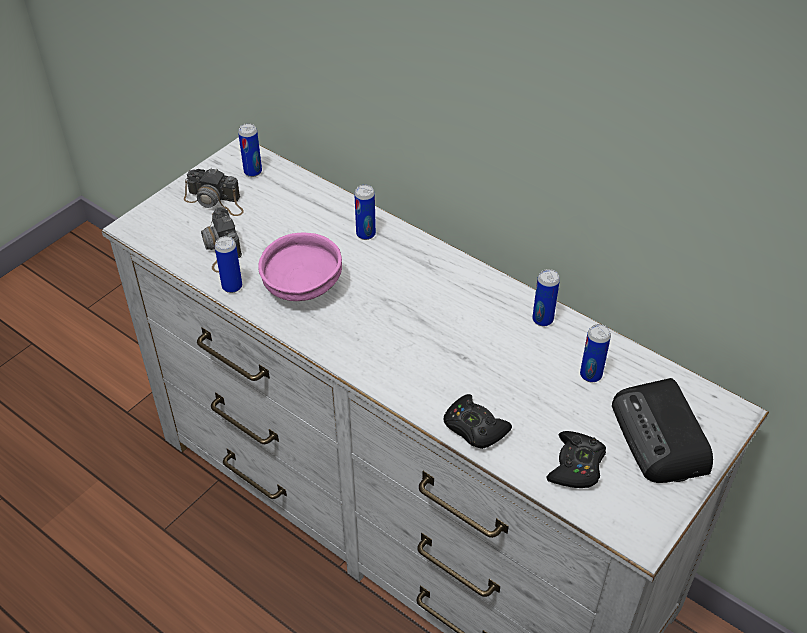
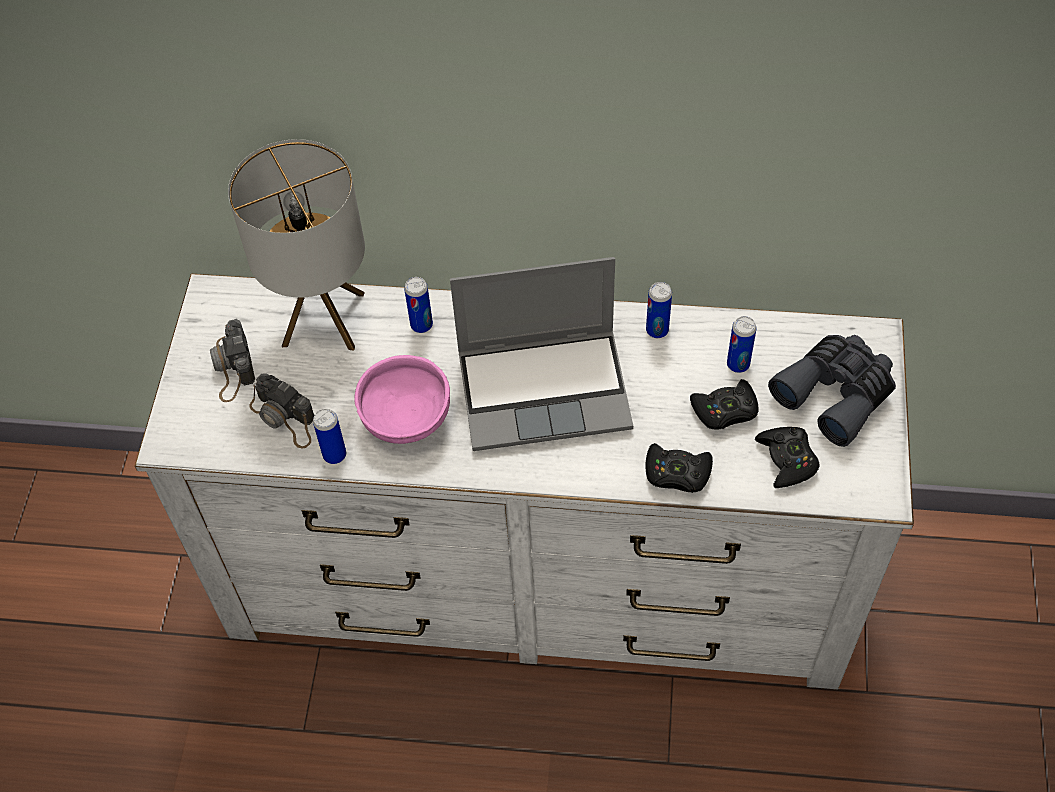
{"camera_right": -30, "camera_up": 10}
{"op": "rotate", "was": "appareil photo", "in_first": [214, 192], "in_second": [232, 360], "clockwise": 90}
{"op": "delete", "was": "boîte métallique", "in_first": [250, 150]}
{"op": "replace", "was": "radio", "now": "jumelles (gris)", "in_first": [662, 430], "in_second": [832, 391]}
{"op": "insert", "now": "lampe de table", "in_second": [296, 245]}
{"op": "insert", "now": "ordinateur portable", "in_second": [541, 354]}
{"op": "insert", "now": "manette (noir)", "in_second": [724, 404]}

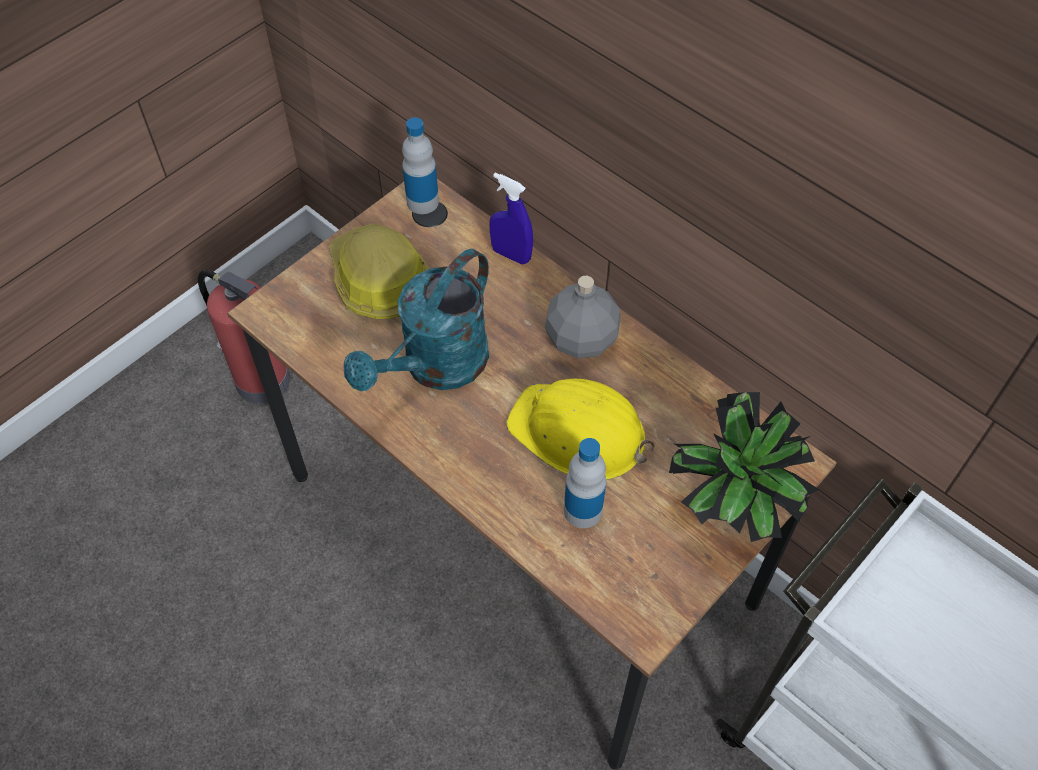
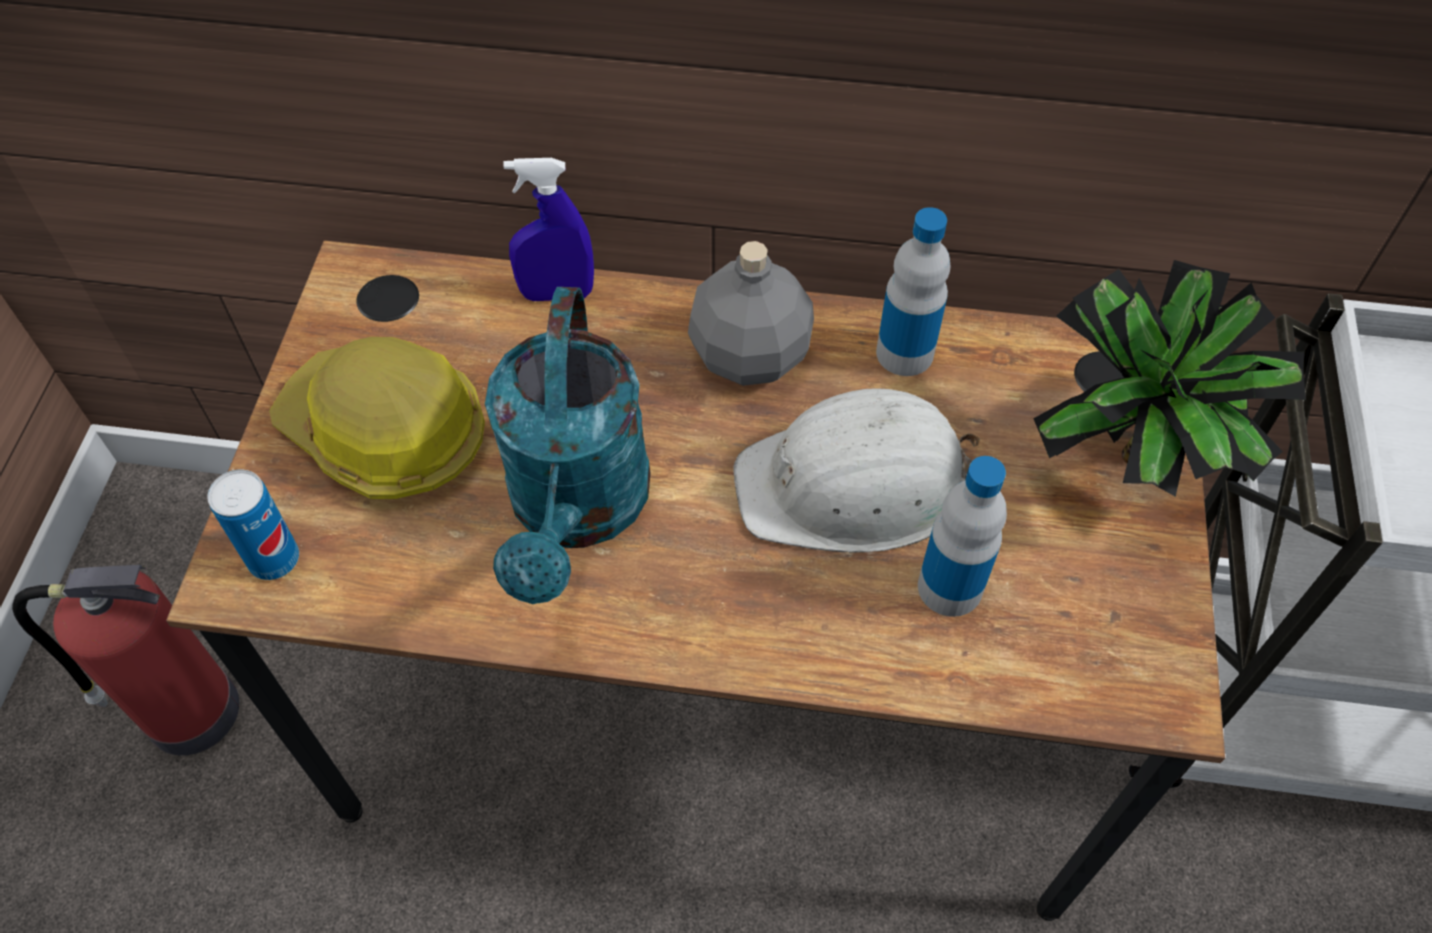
{"camera_right": -35, "camera_up": 0}
{"op": "move", "was": "bouteille", "in_first": [420, 165], "in_second": [913, 291]}
{"op": "recolor", "was": "casque de chantier (jaune)", "now": "casque de chantier (blanc)", "in_first": [581, 429], "in_second": [857, 470]}
{"op": "insert", "now": "boîte métallique", "in_second": [253, 524]}

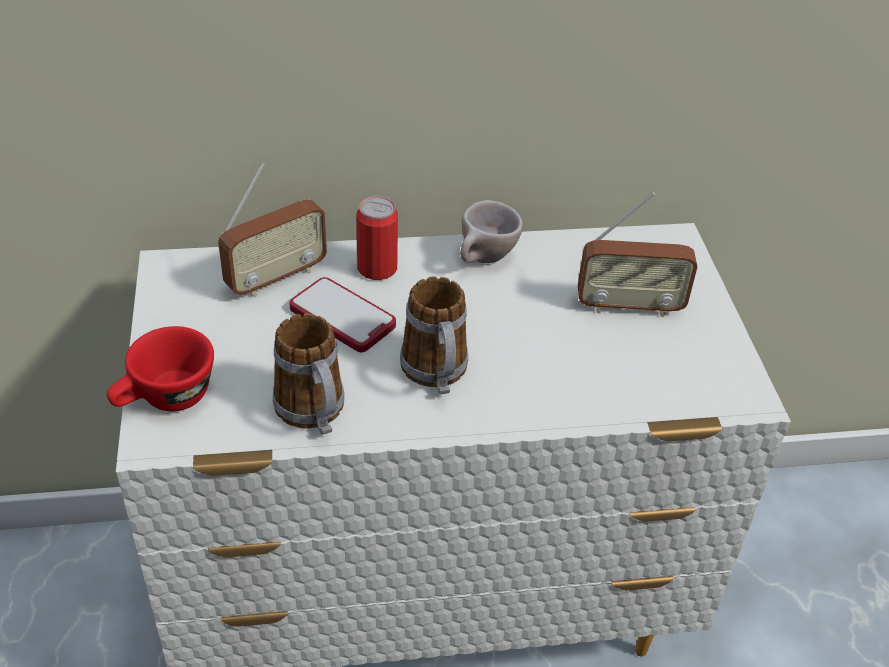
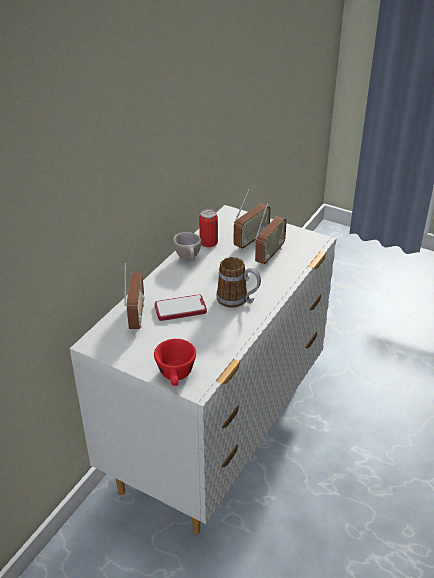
{"camera_right": -50, "camera_up": -5}
{"op": "delete", "was": "mug", "in_first": [308, 374]}
{"op": "move", "was": "boîte métallique", "in_first": [377, 238], "in_second": [208, 228]}
{"op": "insert", "now": "radio", "in_second": [271, 234]}

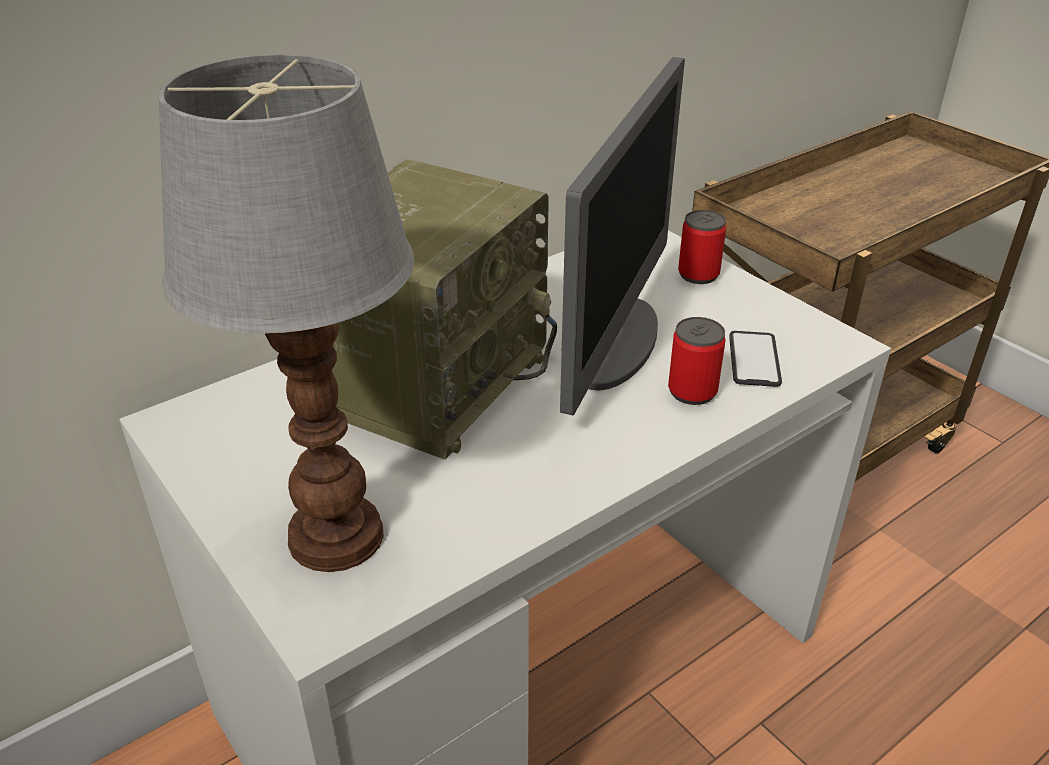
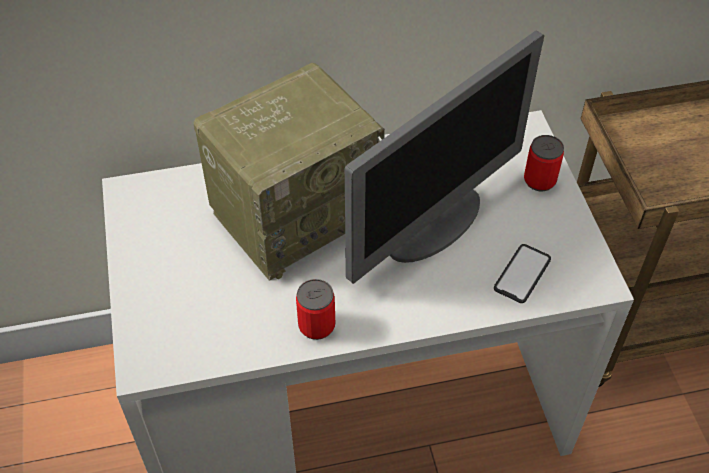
{"camera_right": 25, "camera_up": 15}
{"op": "delete", "was": "lampe de table", "in_first": [286, 313]}
{"op": "move", "was": "boîte métallique", "in_first": [696, 361], "in_second": [315, 309]}

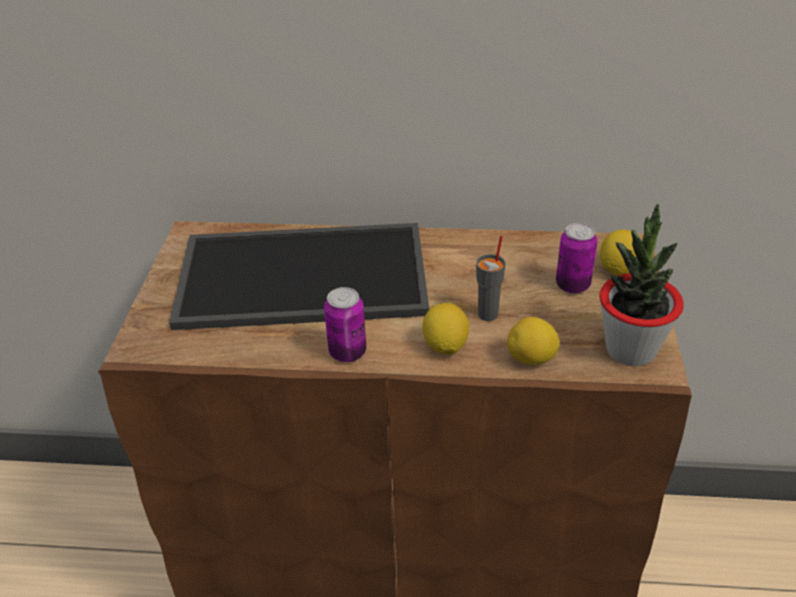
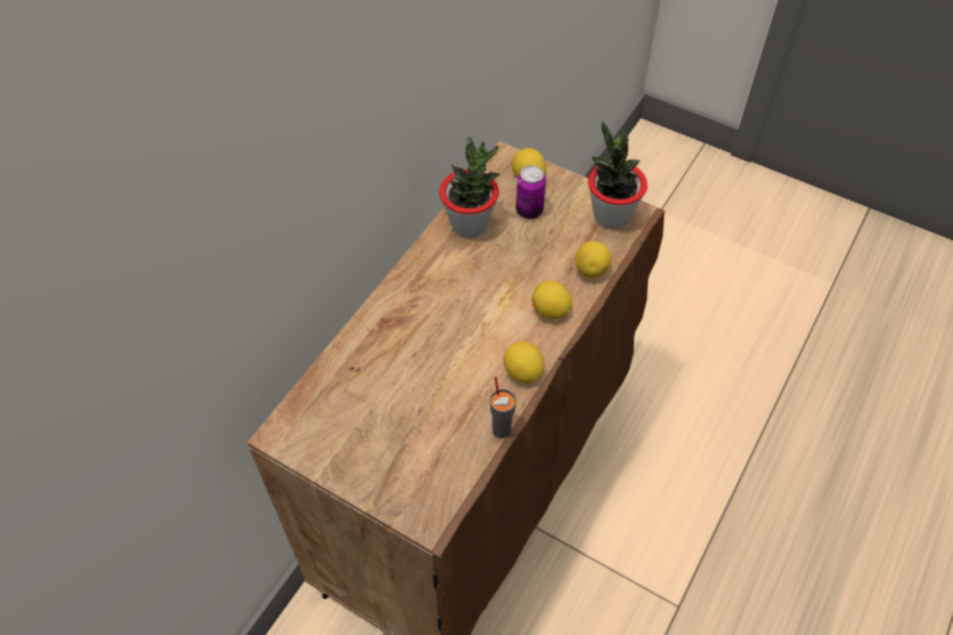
{"camera_right": -65, "camera_up": 15}
{"op": "delete", "was": "plateau", "in_first": [299, 276]}
{"op": "replace", "was": "boîte métallique", "now": "citron", "in_first": [345, 324], "in_second": [523, 362]}
{"op": "move", "was": "tasse (gris)", "in_first": [491, 278], "in_second": [503, 407]}
{"op": "insert", "now": "plante en pot", "in_second": [469, 187]}

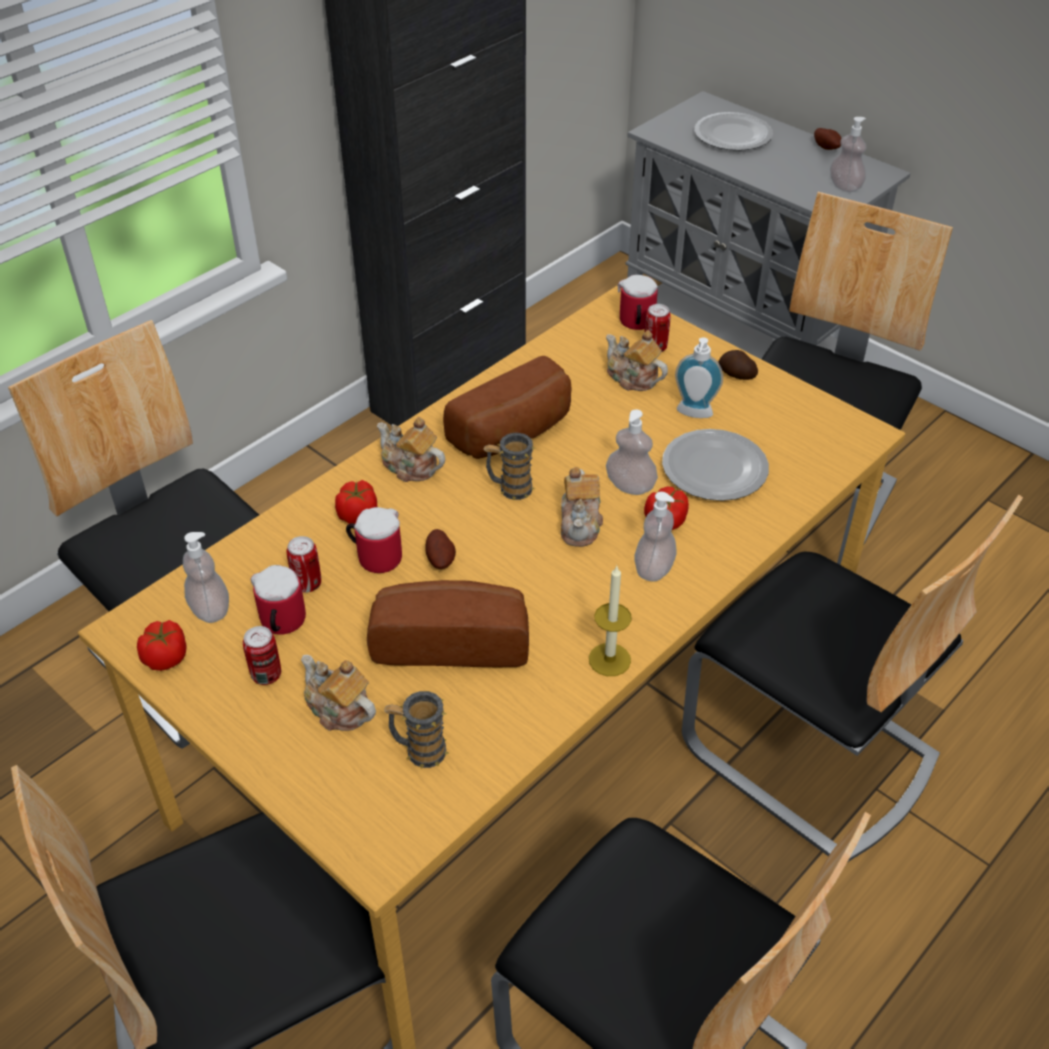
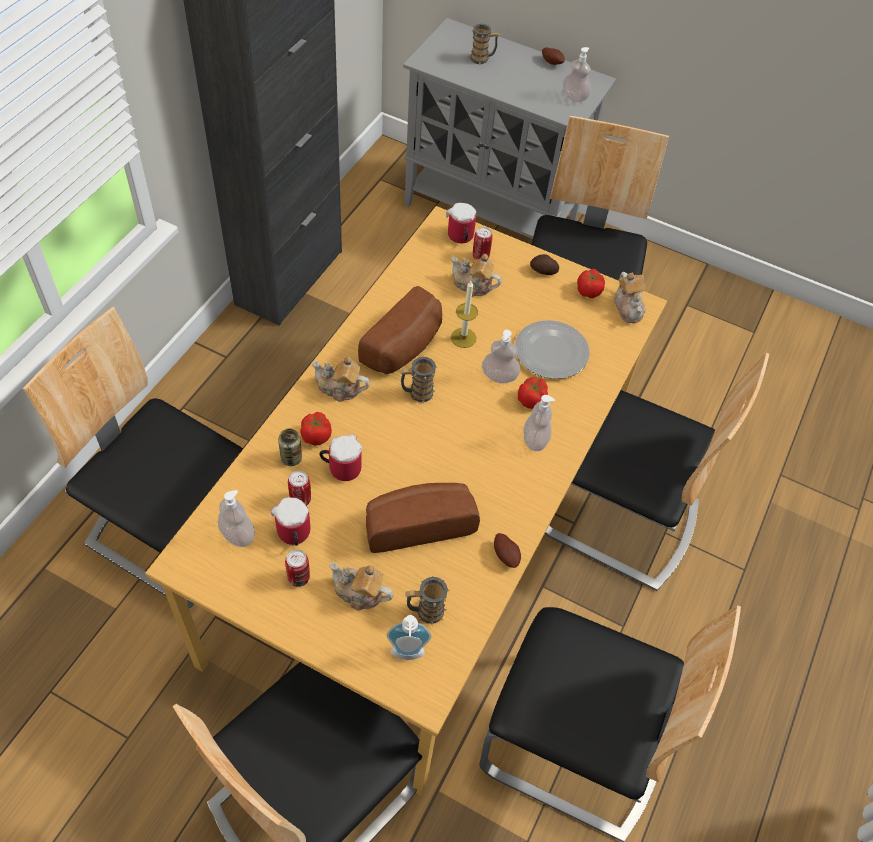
{"camera_right": -20, "camera_up": 10}
{"op": "move", "was": "tomate", "in_first": [162, 645], "in_second": [591, 283]}
{"op": "move", "was": "pomme de terre", "in_first": [441, 549], "in_second": [507, 550]}
{"op": "move", "was": "théière", "in_first": [582, 507], "in_second": [630, 297]}
{"op": "move", "was": "bougie", "in_first": [610, 621], "in_second": [464, 314]}
{"op": "move", "was": "distributeur de savon", "in_first": [699, 377], "in_second": [409, 637]}
{"op": "replace", "was": "assiette", "now": "mug", "in_first": [734, 131], "in_second": [484, 44]}
{"op": "insert", "now": "boîte métallique", "in_second": [290, 447]}

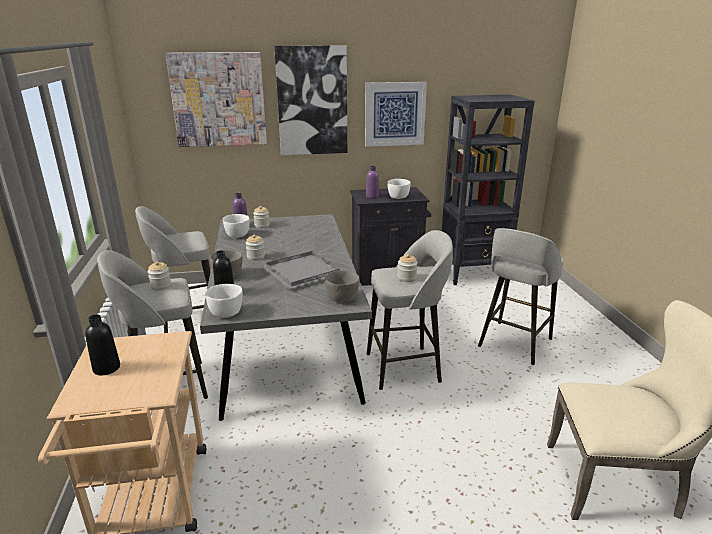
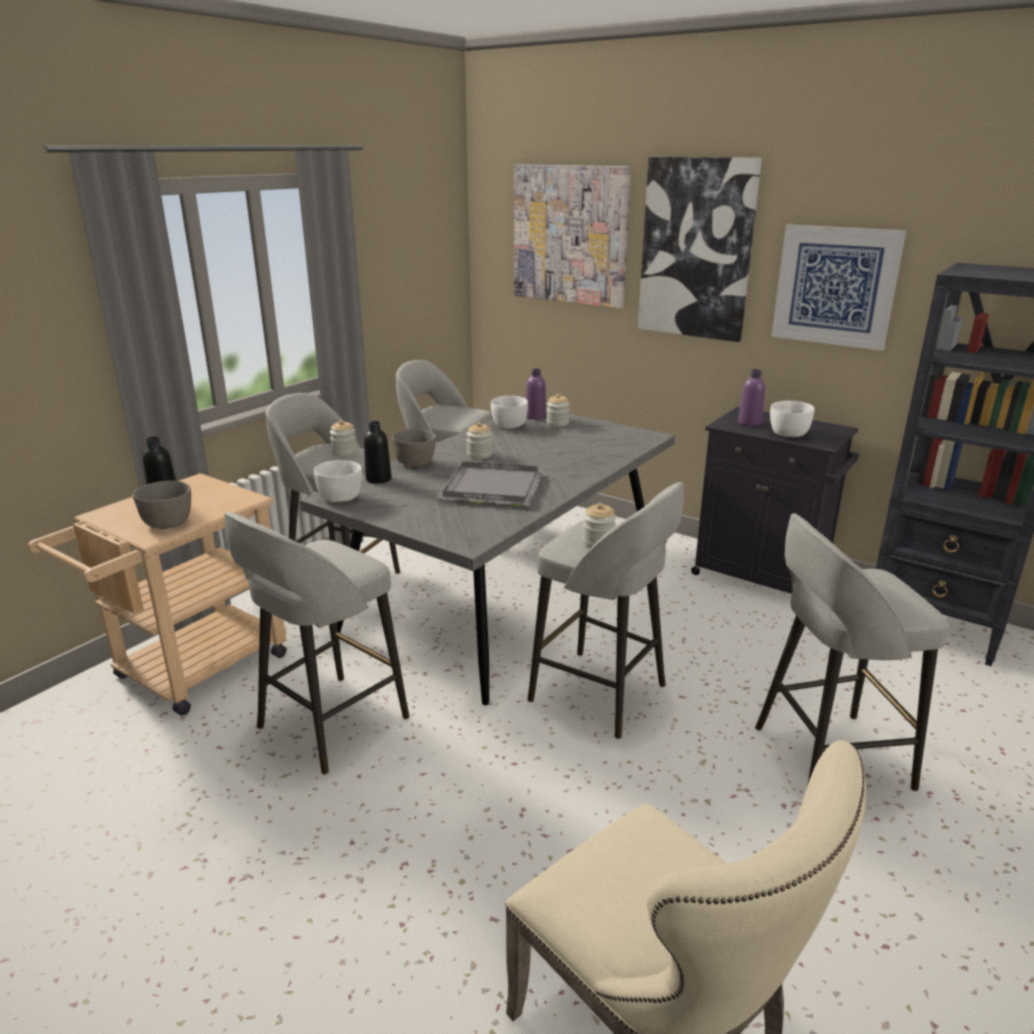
{"camera_right": 45, "camera_up": 0}
{"op": "move", "was": "bol (gris)", "in_first": [342, 286], "in_second": [161, 505]}
{"op": "insert", "now": "tabouret (gris)", "in_second": [317, 643]}

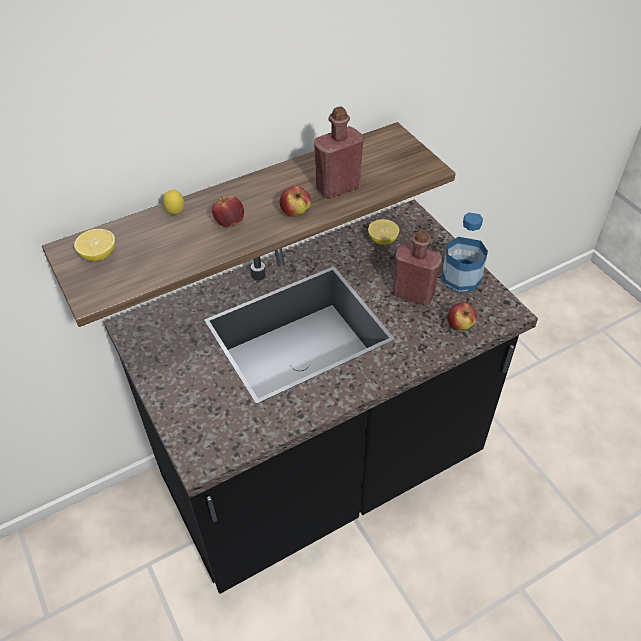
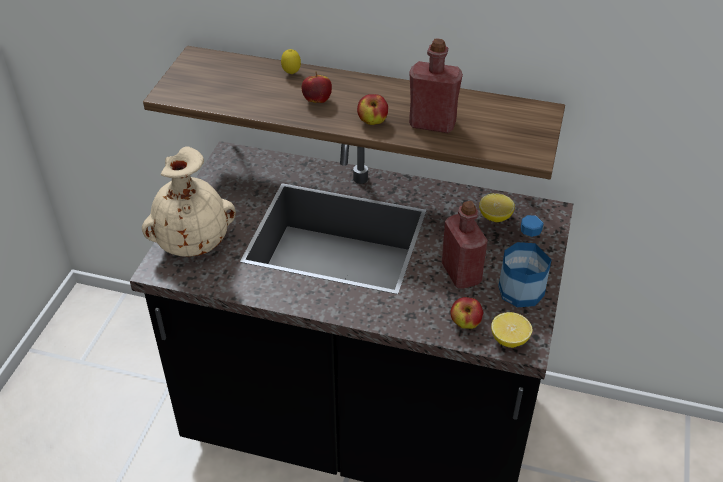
{"camera_right": 45, "camera_up": -5}
{"op": "move", "was": "citron", "in_first": [94, 245], "in_second": [511, 330]}
{"op": "insert", "now": "vase (beige)", "in_second": [189, 201]}

